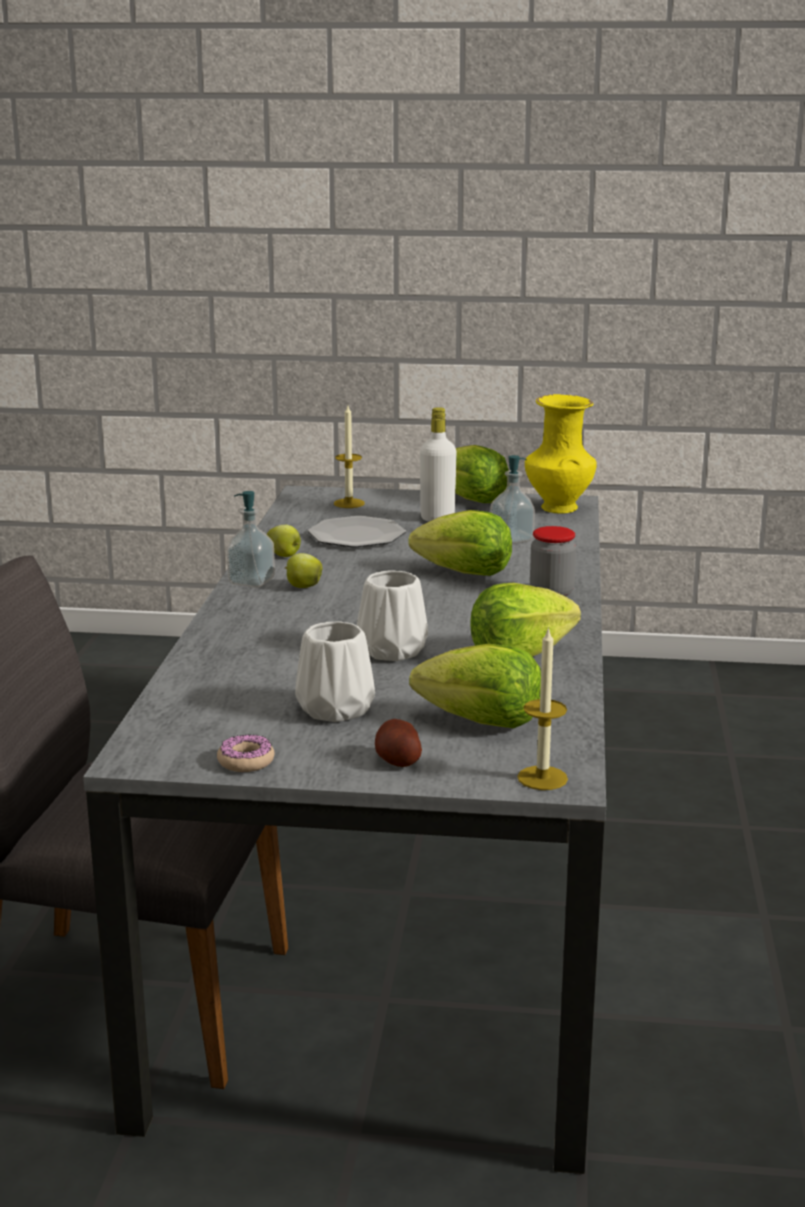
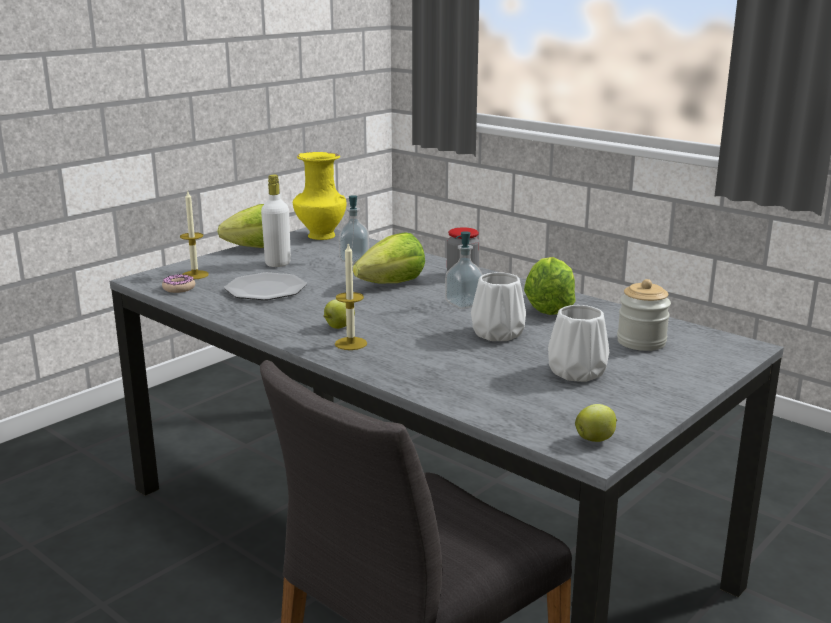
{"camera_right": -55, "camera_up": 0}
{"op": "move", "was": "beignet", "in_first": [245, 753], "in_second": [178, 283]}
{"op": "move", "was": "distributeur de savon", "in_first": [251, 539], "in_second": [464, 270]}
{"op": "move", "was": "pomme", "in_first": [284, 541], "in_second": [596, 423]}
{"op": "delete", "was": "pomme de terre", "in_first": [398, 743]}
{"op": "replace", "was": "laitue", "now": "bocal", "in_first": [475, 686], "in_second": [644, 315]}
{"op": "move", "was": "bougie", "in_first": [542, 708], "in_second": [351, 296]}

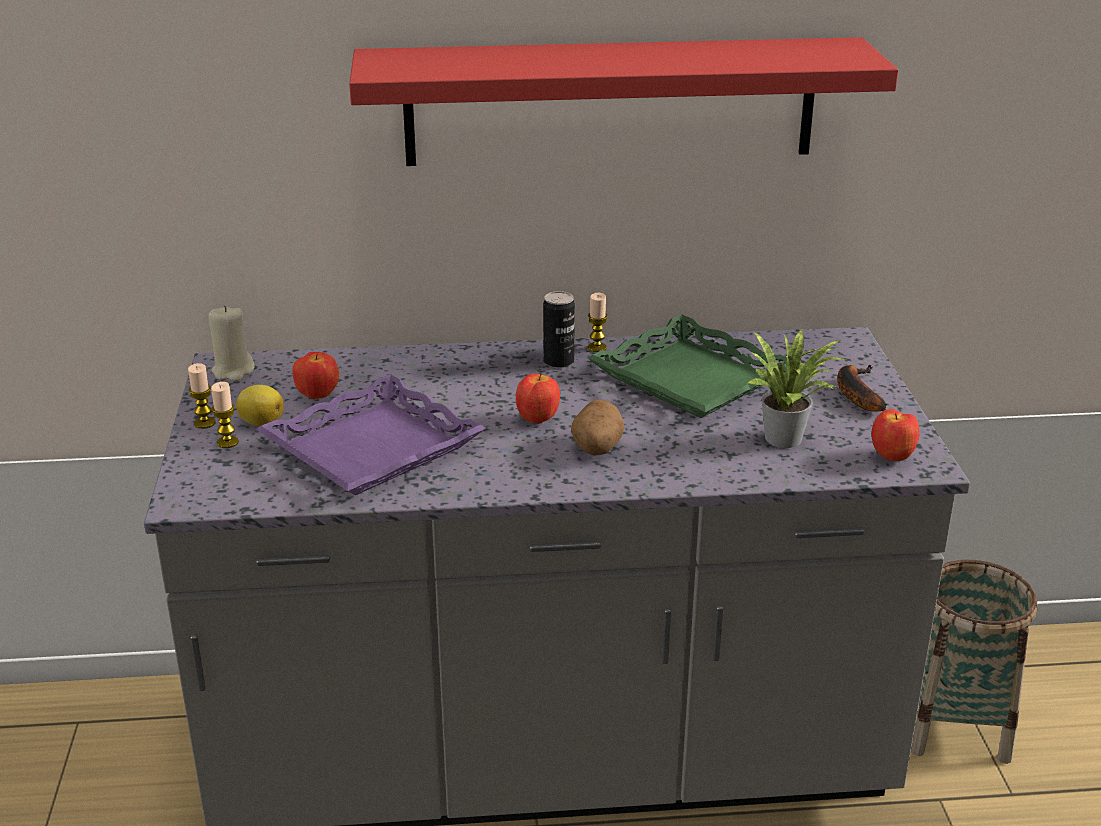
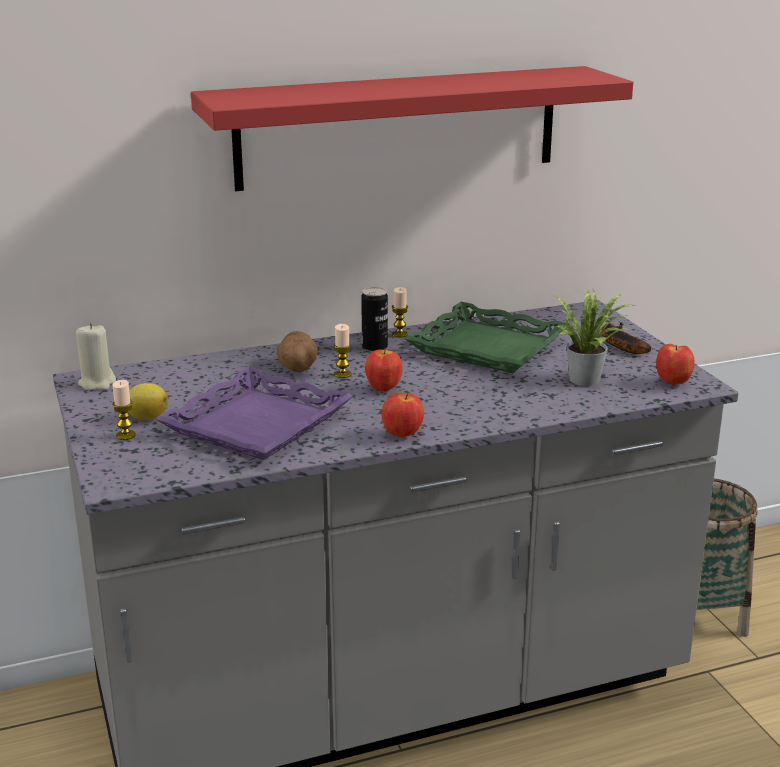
{"camera_right": -15, "camera_up": -5}
{"op": "move", "was": "bougie", "in_first": [202, 396], "in_second": [342, 351]}
{"op": "move", "was": "pomme", "in_first": [316, 375], "in_second": [403, 415]}
{"op": "move", "was": "pomme de terre", "in_first": [597, 427], "in_second": [297, 352]}

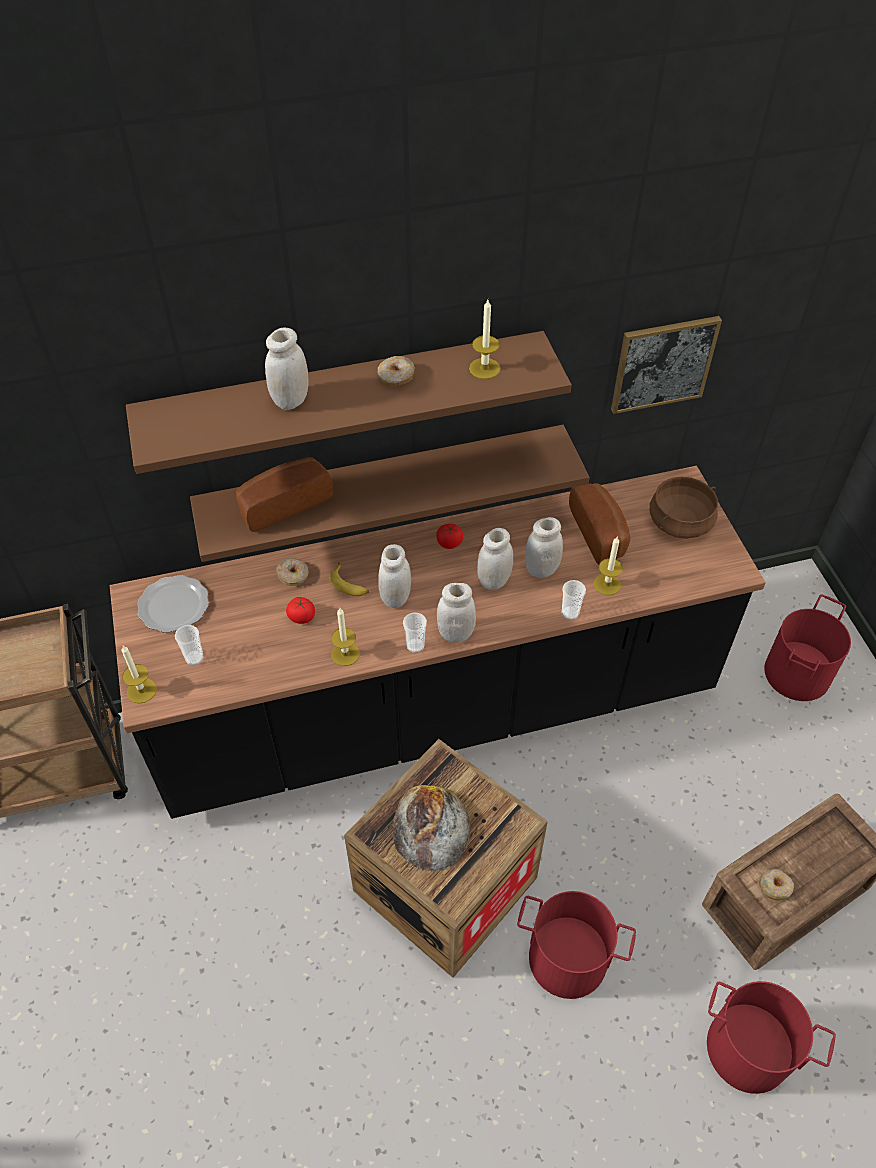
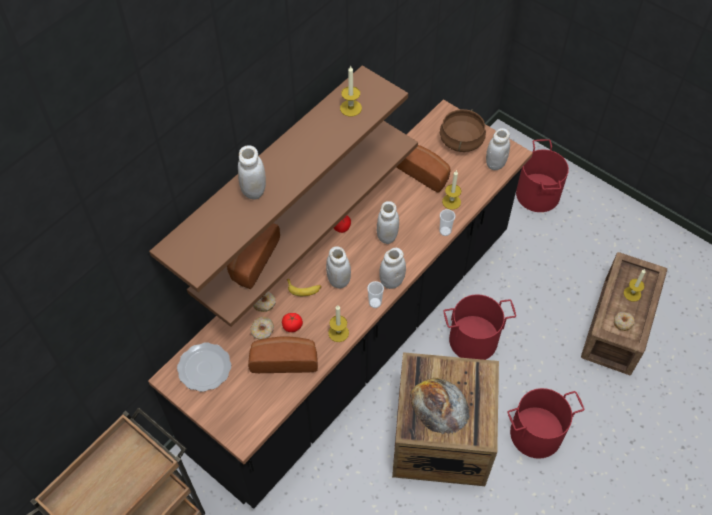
{"camera_right": -35, "camera_up": 5}
{"op": "move", "was": "bougie", "in_first": [139, 674], "in_second": [635, 285]}
{"op": "delete", "was": "tasse", "in_first": [189, 645]}
{"op": "move", "was": "beignet", "in_first": [396, 371], "in_second": [262, 328]}
{"op": "move", "was": "bocal (blanc)", "in_first": [544, 547], "in_second": [498, 149]}
{"op": "delete", "was": "tableau", "in_first": [666, 365]}
{"op": "move", "was": "seau (rouge)", "in_first": [771, 1037], "in_second": [480, 327]}
{"op": "insert", "now": "pain", "in_second": [283, 354]}

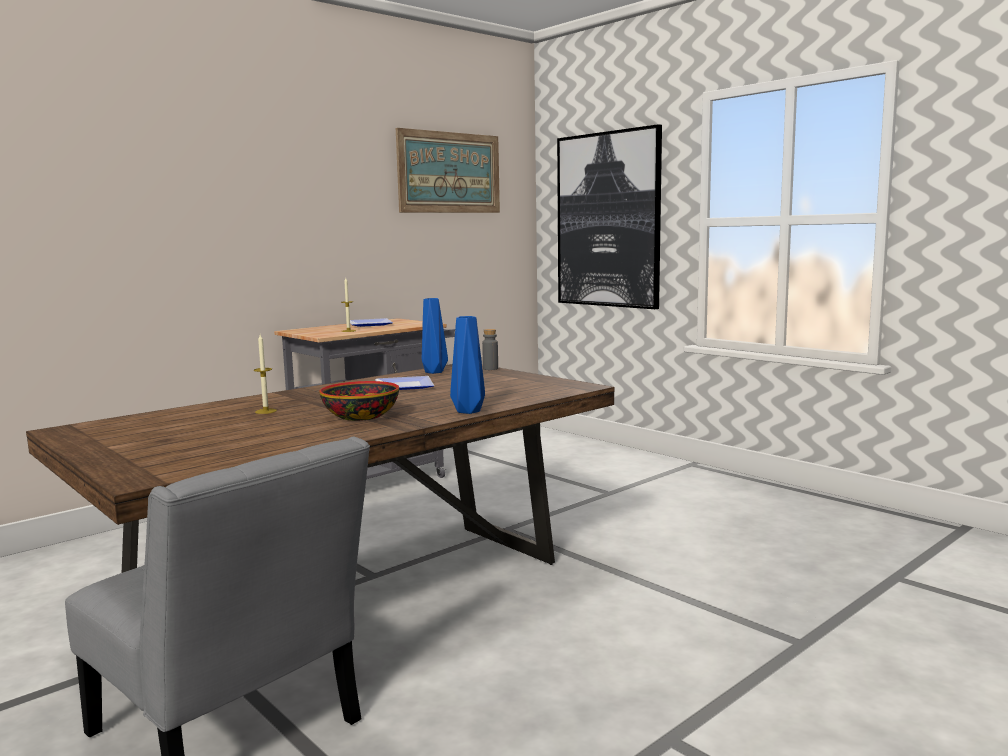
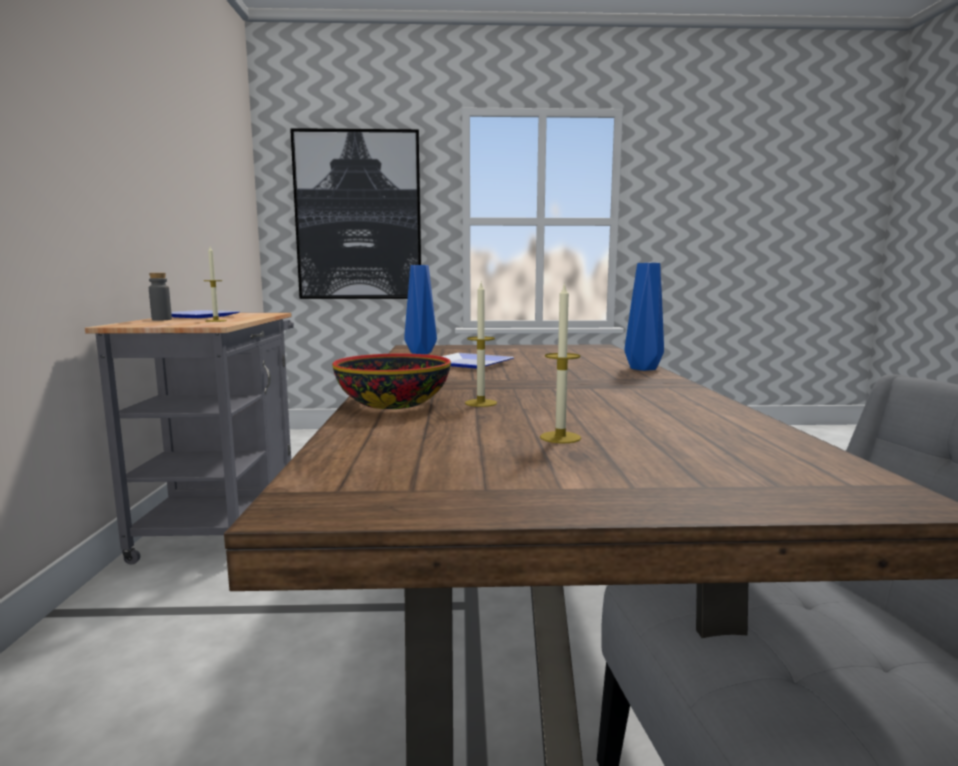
{"camera_right": -50, "camera_up": 0}
{"op": "move", "was": "bol", "in_first": [359, 401], "in_second": [391, 381]}
{"op": "delete", "was": "tableau", "in_first": [448, 170]}
{"op": "move", "was": "bouteille (gris)", "in_first": [490, 349], "in_second": [160, 297]}
{"op": "insert", "now": "bougie", "in_second": [560, 362]}

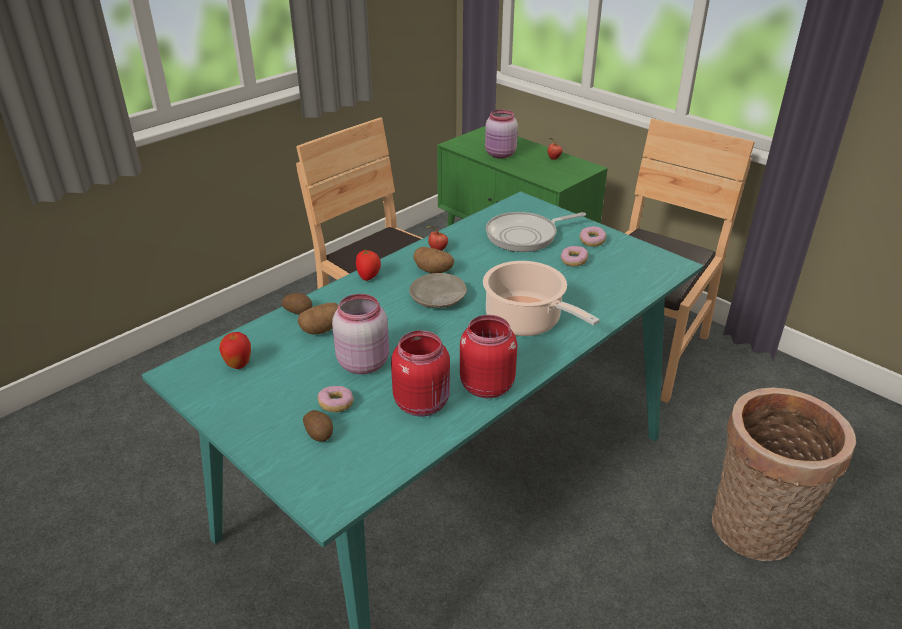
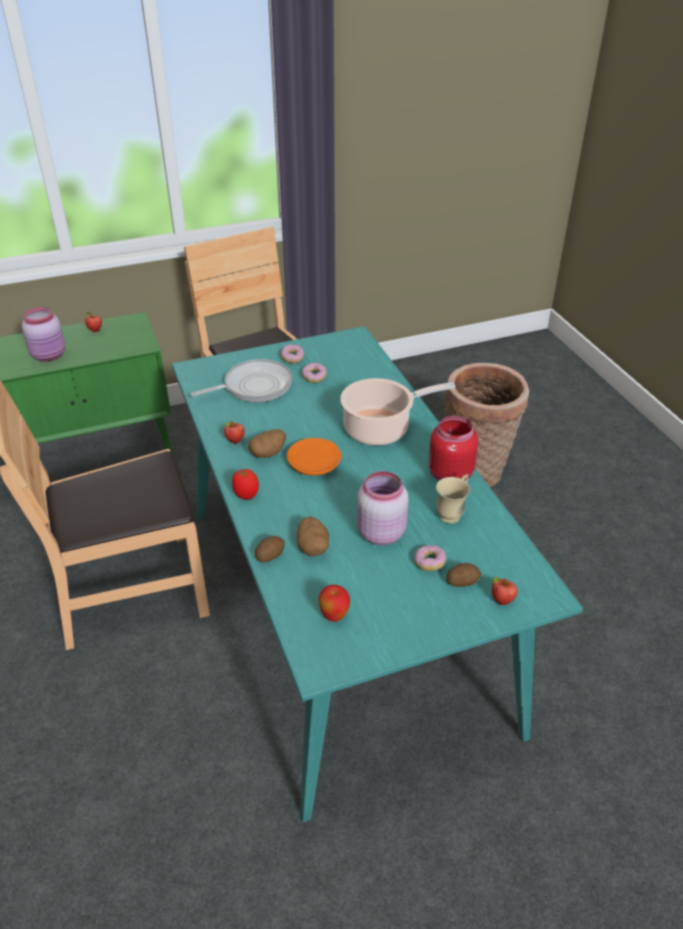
{"camera_right": -65, "camera_up": 5}
{"op": "replace", "was": "bocal (rouge)", "now": "mug (beige)", "in_first": [420, 373], "in_second": [453, 499]}
{"op": "recolor", "was": "assiette (beige)", "now": "assiette (orange)", "in_first": [438, 290], "in_second": [314, 457]}
{"op": "rotate", "was": "poêle", "in_first": [536, 232], "in_second": [241, 380], "clockwise": -120}
{"op": "insert", "now": "pomme", "in_second": [505, 591]}

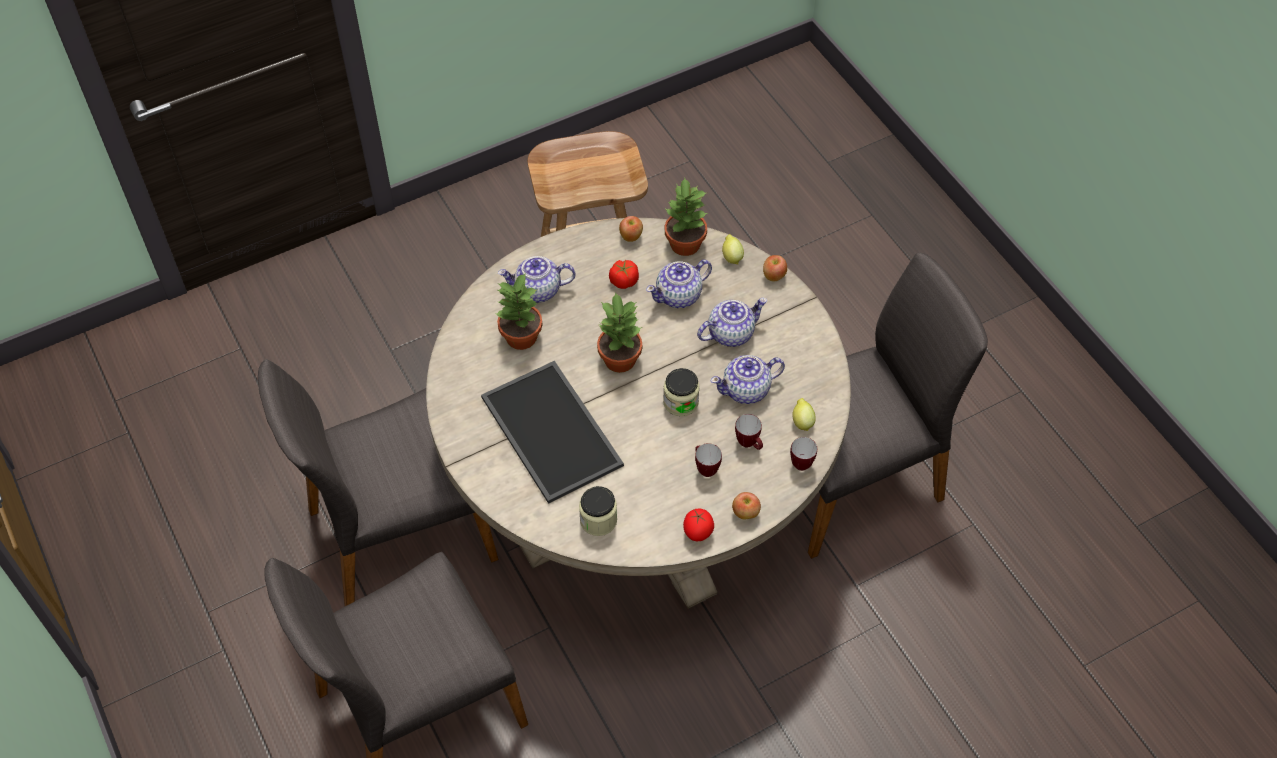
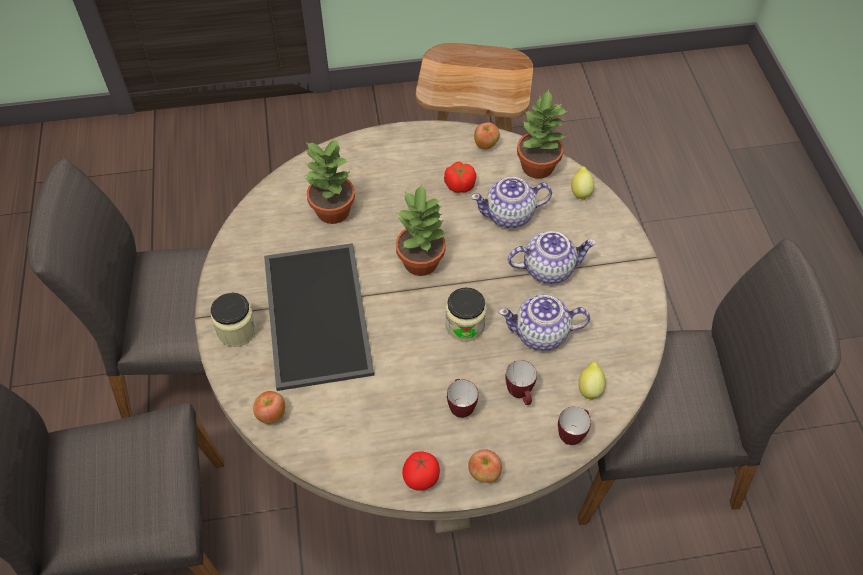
{"camera_right": 20, "camera_up": 0}
{"op": "delete", "was": "théière", "in_first": [537, 279]}
{"op": "move", "was": "bocal", "in_first": [598, 511], "in_second": [234, 320]}
{"op": "move", "was": "pomme", "in_first": [775, 268], "in_second": [269, 407]}

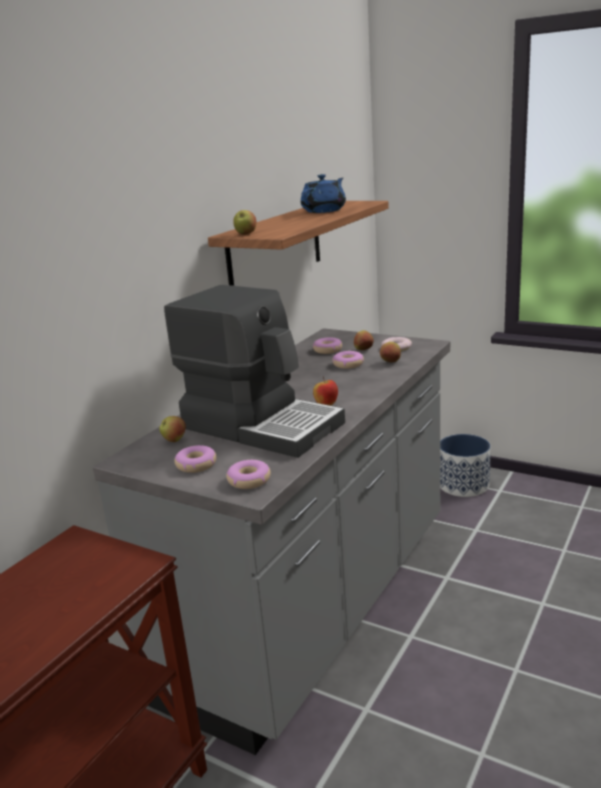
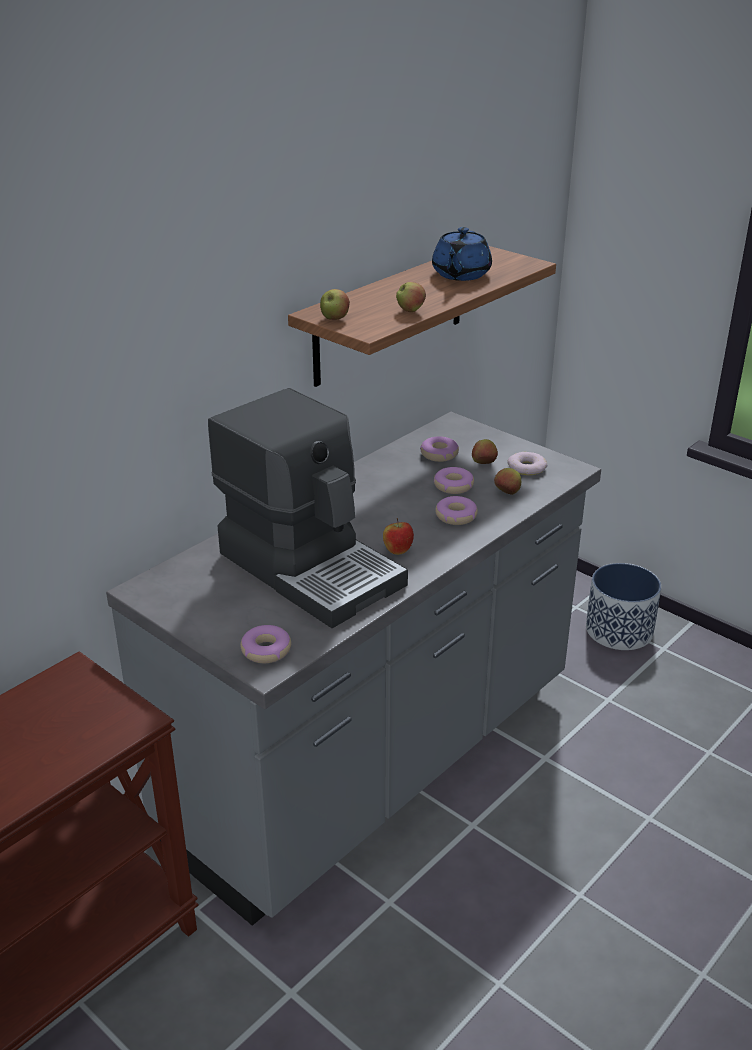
{"camera_right": 10, "camera_up": 10}
{"op": "move", "was": "pomme", "in_first": [172, 429], "in_second": [411, 297]}
{"op": "move", "was": "beignet", "in_first": [196, 459], "in_second": [456, 510]}
{"op": "rotate", "was": "théière (bleu)", "in_first": [323, 193], "in_second": [462, 254], "clockwise": 150}

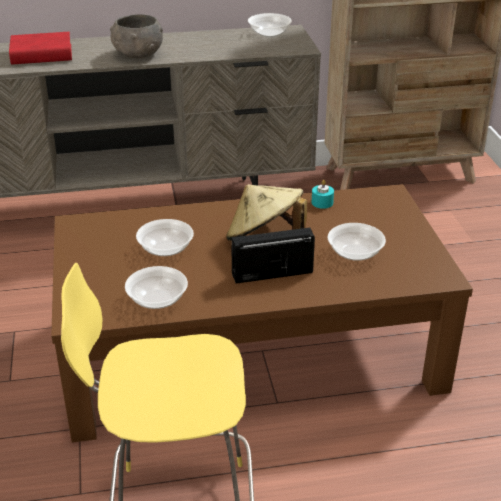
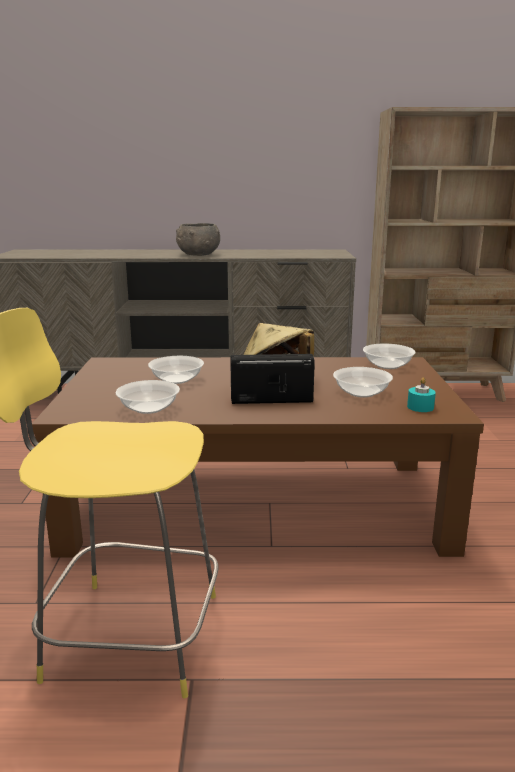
{"camera_right": 10, "camera_up": -15}
{"op": "delete", "was": "livre (rouge)", "in_first": [40, 48]}
{"op": "move", "was": "bol", "in_first": [270, 25], "in_second": [389, 356]}
{"op": "move", "was": "bougie (turquoise)", "in_first": [323, 194], "in_second": [421, 395]}

